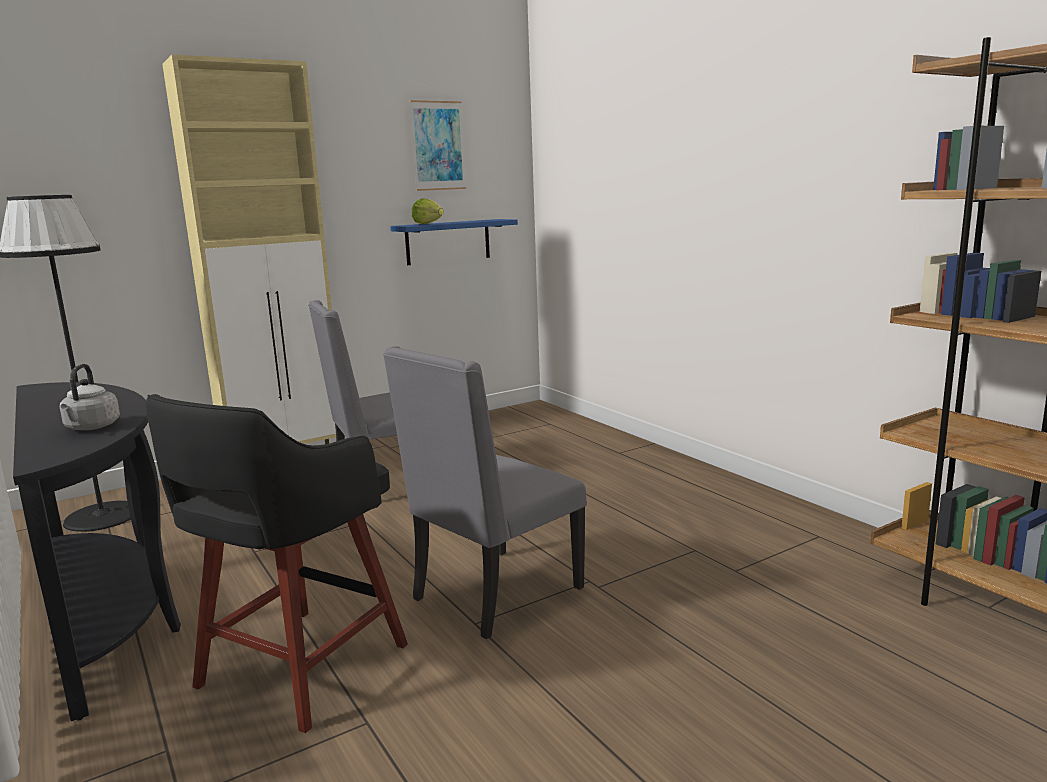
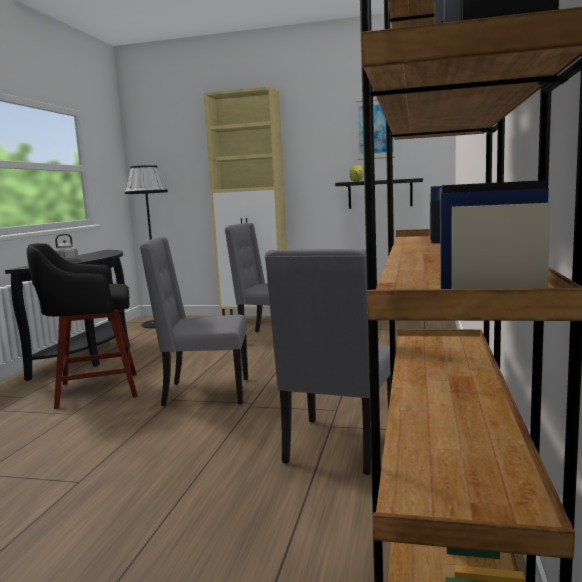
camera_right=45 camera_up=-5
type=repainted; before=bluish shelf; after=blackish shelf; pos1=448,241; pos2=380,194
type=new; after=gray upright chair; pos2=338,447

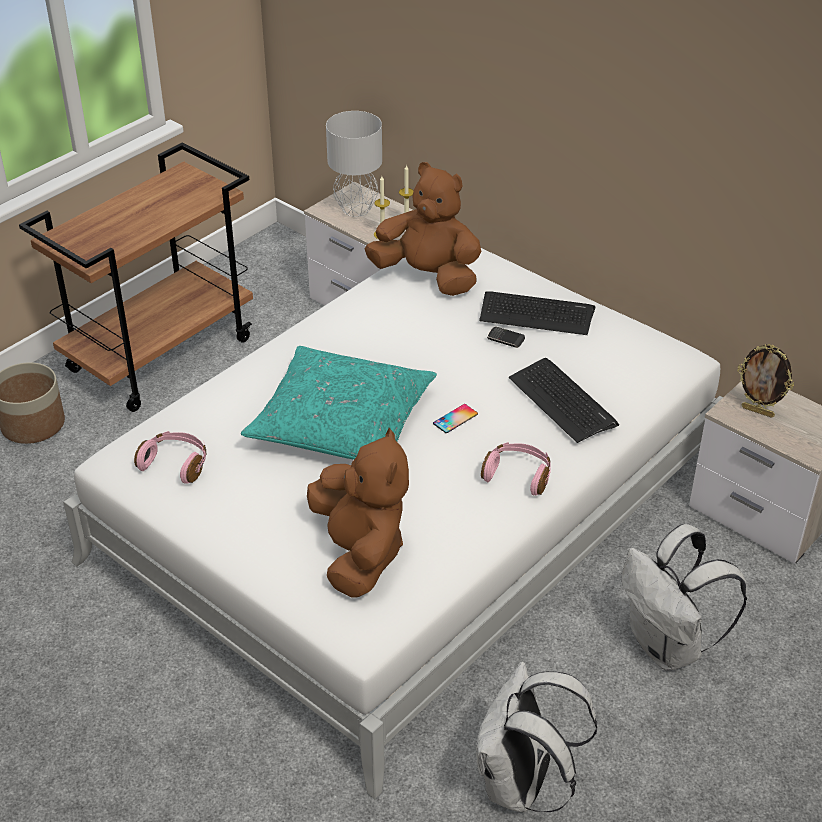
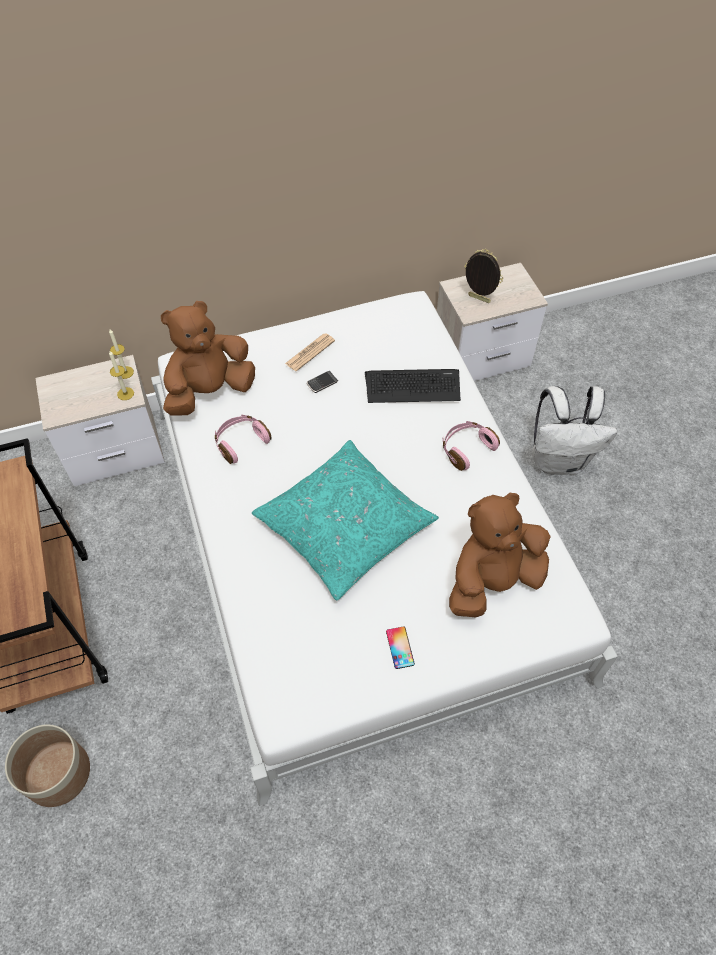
camera_right=-60 camera_up=15
type=gone; before=gray table lamp; pos1=355,209
type=swapped; before=PC keyboard; after=daily paper; pos1=536,314; pos2=310,352
type=rotated; before=picture frame; pos1=758,411; pos2=478,299; turn=-120
type=shifted; before=phone; pos1=455,419; pos2=400,647
type=rotated; before=brown soft toy; pos1=360,553; pos2=492,581; turn=-45
type=shifted; before=pinkish headset; pos1=176,464; pos2=241,442
type=gone; before=white-coloured knapsack; pos1=521,786

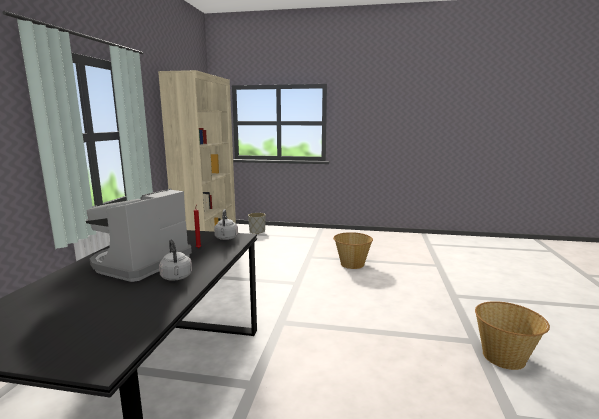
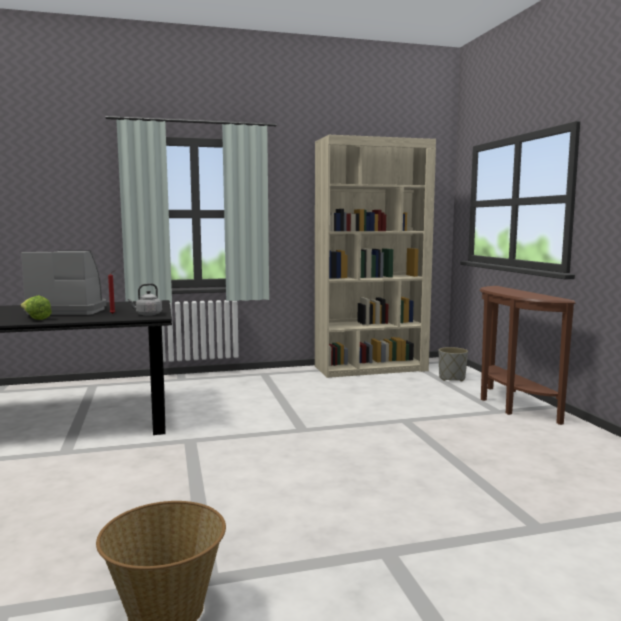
camera_right=65 camera_up=-5
type=gone; before=basket; pos1=352,264
type=swapped; before=gray kettle; after=lettuce; pos1=176,277; pos2=35,319
type=new; after=brown hall table; pos2=510,405

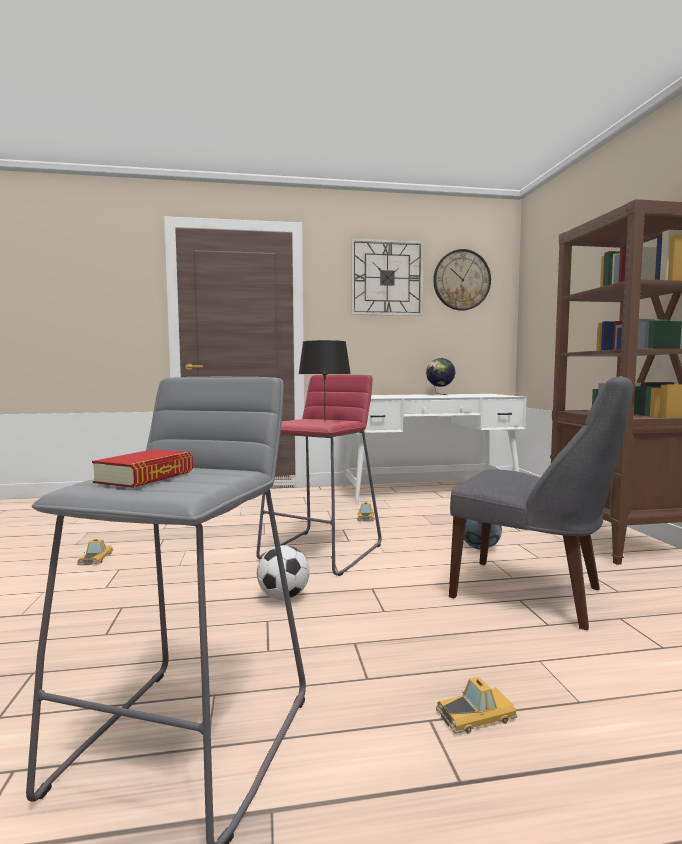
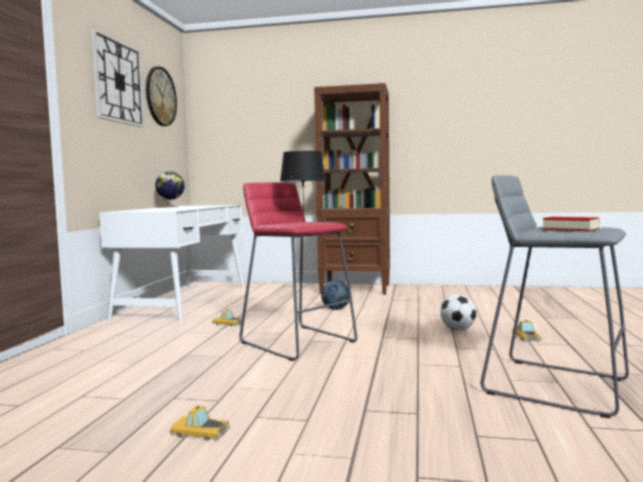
camera_right=-70 camera_up=0
type=gone; before=gray upright chair; pos1=534,594
type=shifted; before=ball for football; pos1=284,597; pos2=458,329

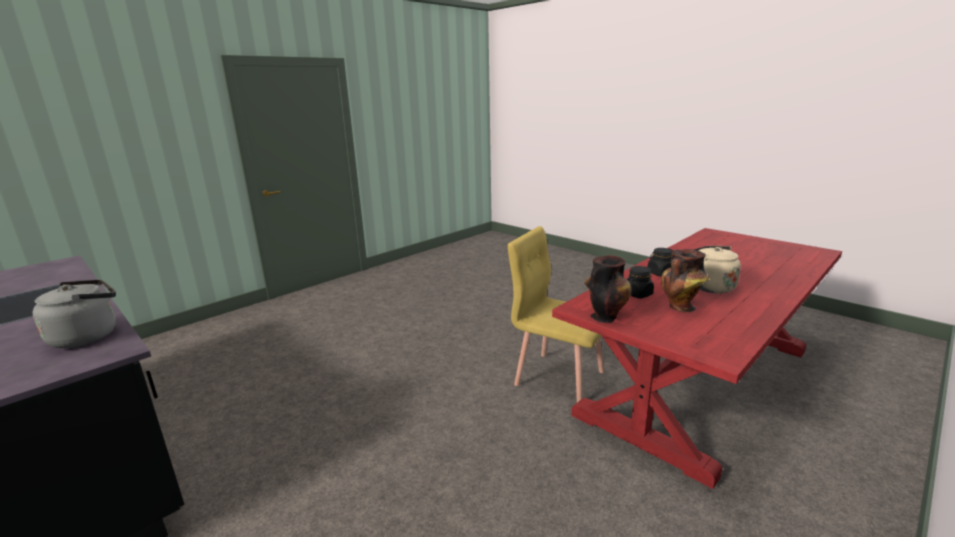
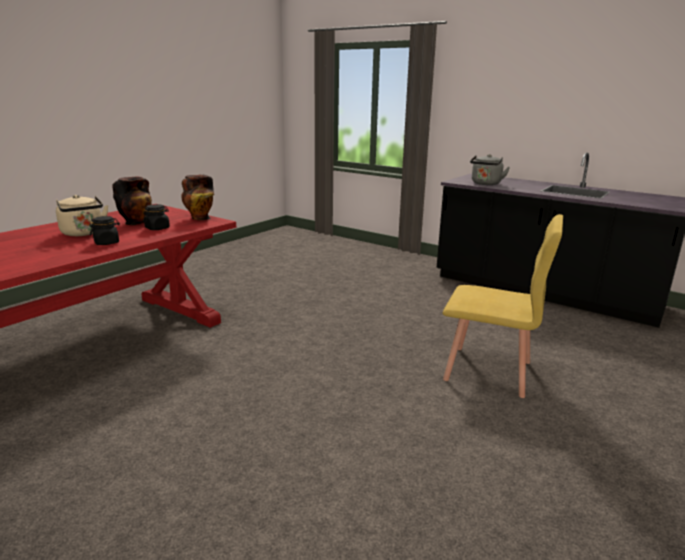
camera_right=170 camera_up=0
type=shifted; before=yellow-coloured upright chair; pos1=559,377; pos2=489,371

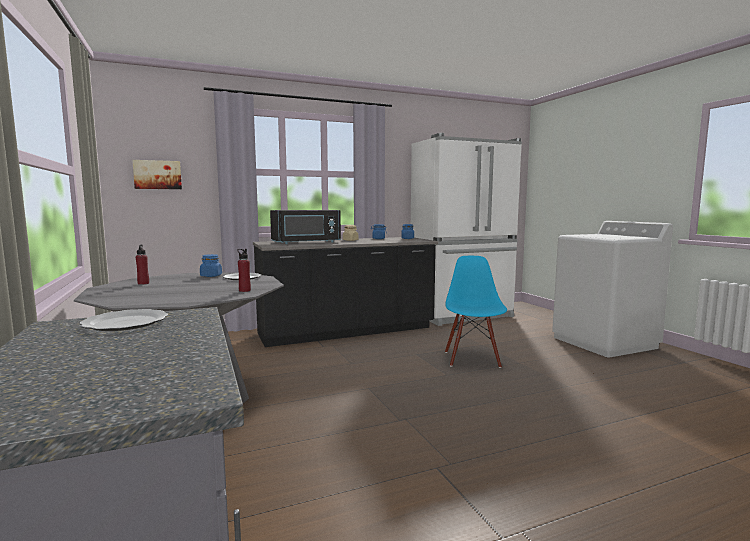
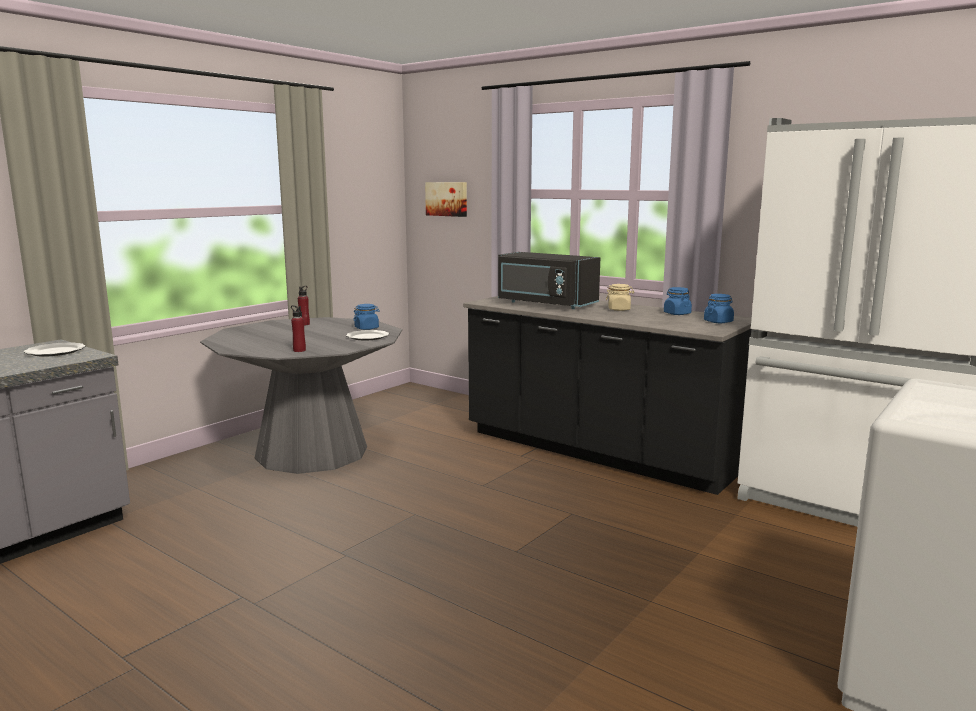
camera_right=60 camera_up=5
type=gone; before=bluish upright chair; pos1=472,359

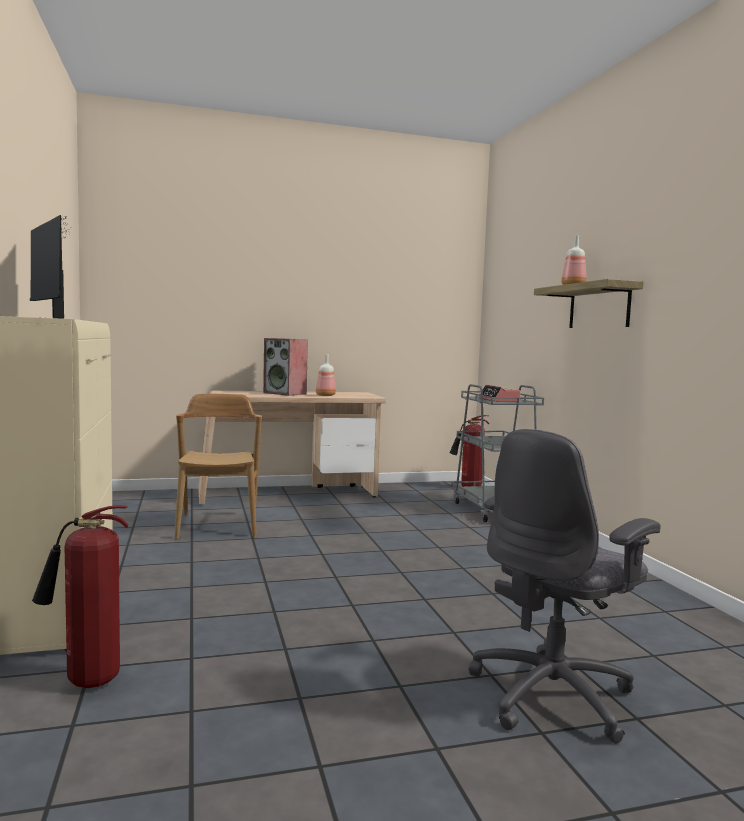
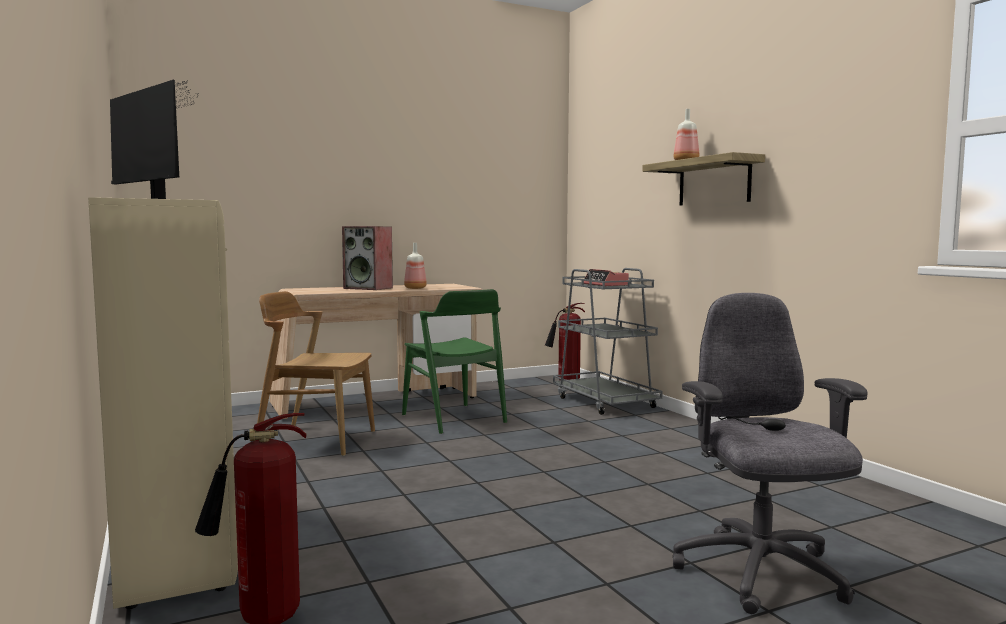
camera_right=-10 camera_up=0
type=rotated; before=brown upright chair; pos1=218,525; pos2=316,440; turn=-60
type=rotated; before=gray office chair; pos1=553,695; pos2=760,574; turn=135
type=new; after=green upright chair; pos2=453,419

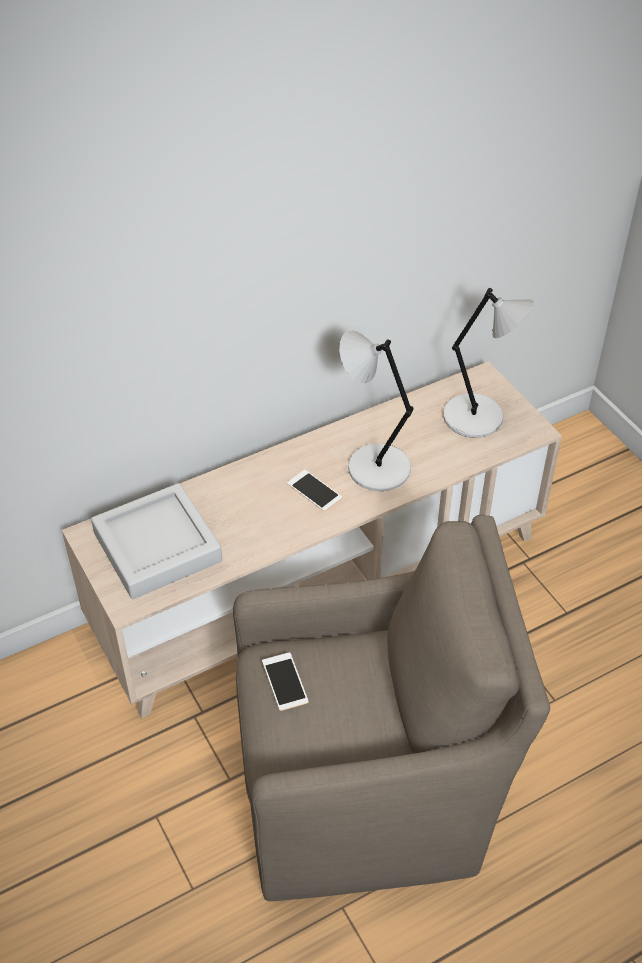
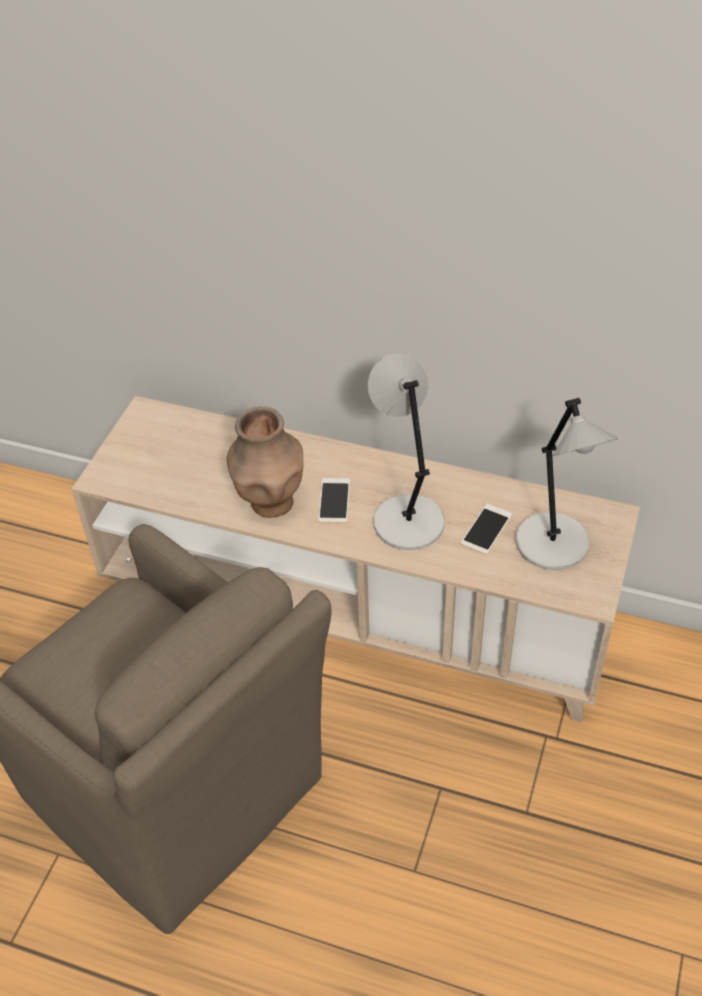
camera_right=50 camera_up=0
type=gone; before=gray carrying tray; pos1=157,547
type=shifted; before=phone; pos1=285,681; pos2=486,529
type=new; after=brown vase; pos2=270,503

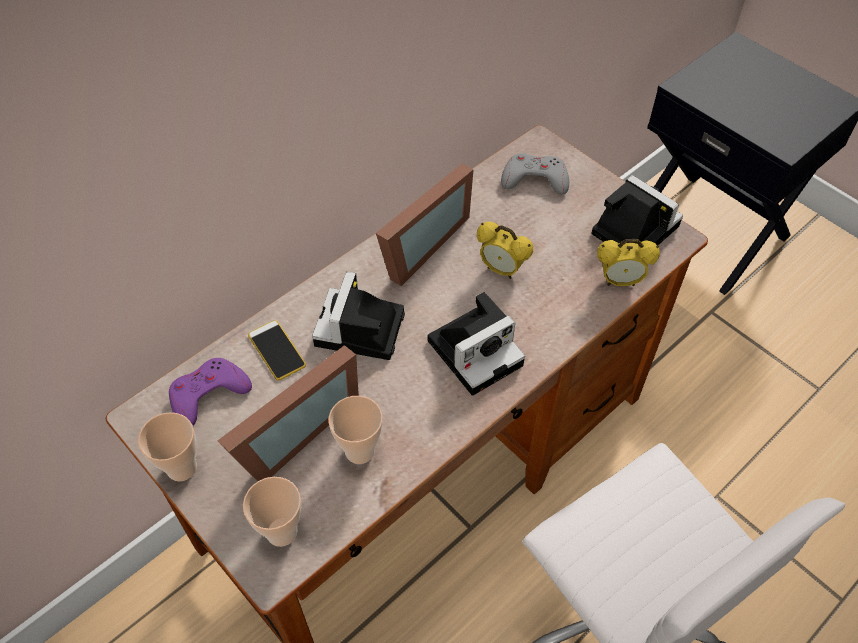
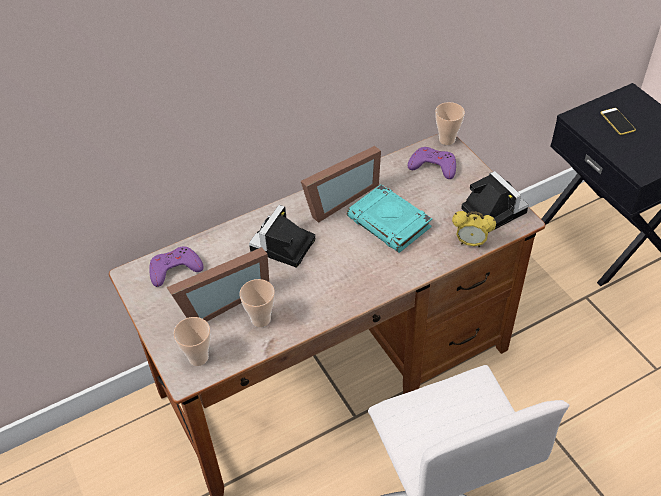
camera_right=15 camera_up=-5
type=repainted; before=gray gamepad; after=purplish gamepad; pos1=534,179; pos2=433,166
type=swapped; before=bedside clock; after=turquoise volume; pos1=501,270; pos2=390,223
type=gone; before=photo camera; pos1=477,350
type=shifted; before=phone; pos1=276,350; pos2=617,122
type=shifted; before=cup; pos1=182,468; pos2=447,139

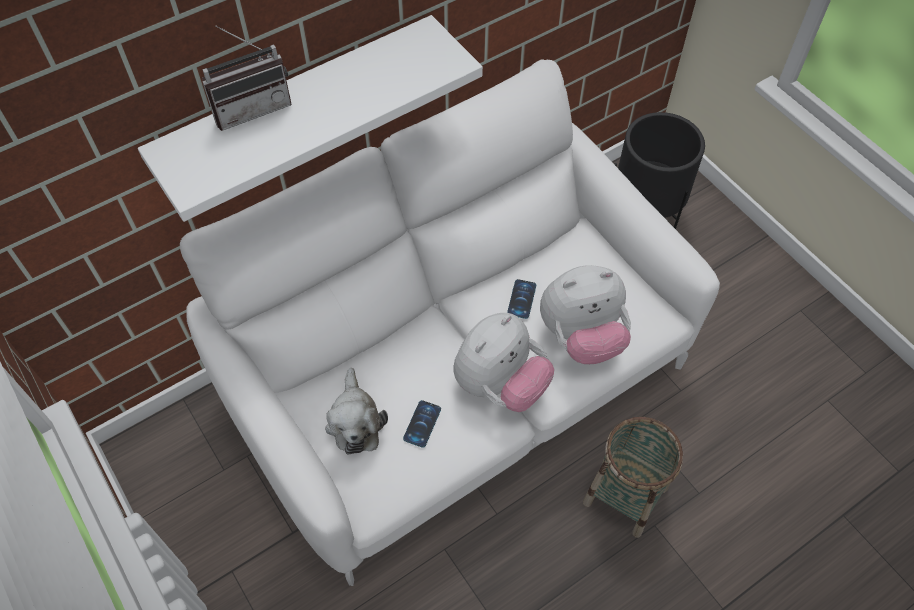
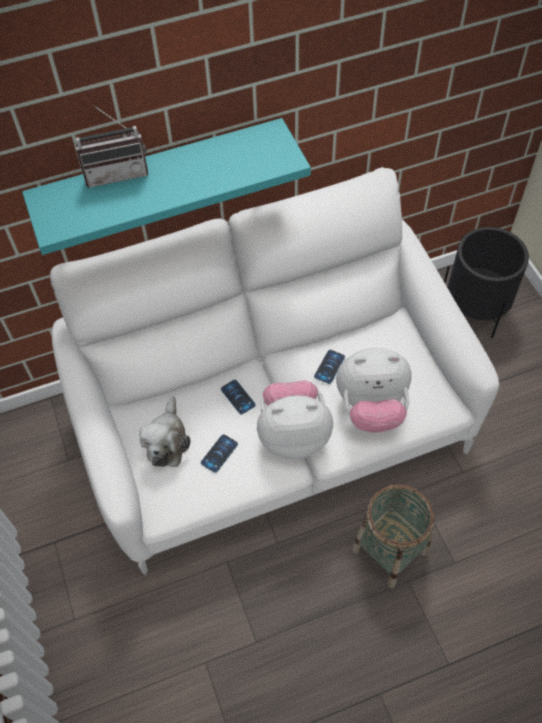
camera_right=15 camera_up=0
type=repainted; before=white-coloured shelf; after=turquoise shelf; pos1=298,107; pos2=160,178
type=rotated; before=soft toy; pos1=500,384; pos2=293,434; turn=-150
type=new; after=phone; pos2=238,397

